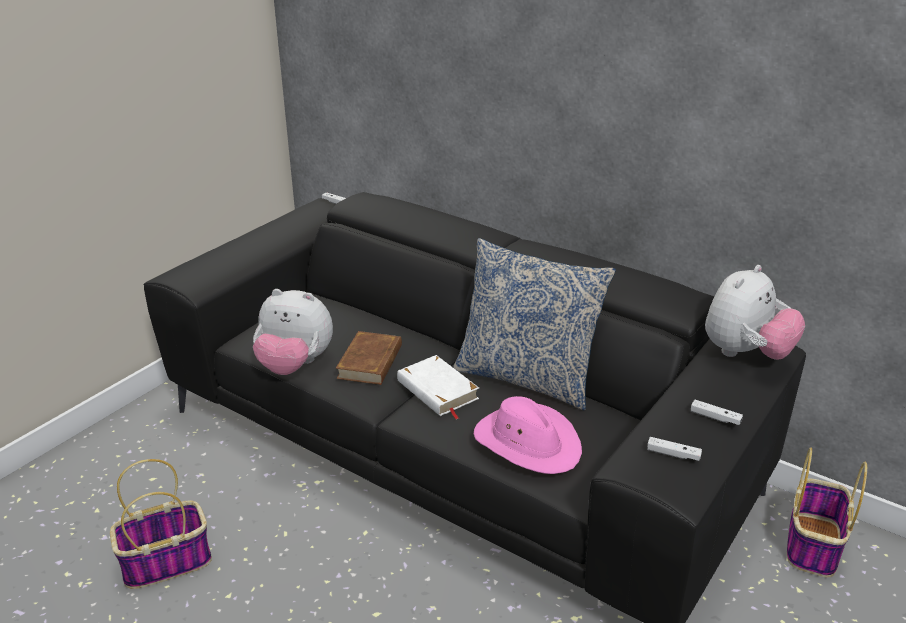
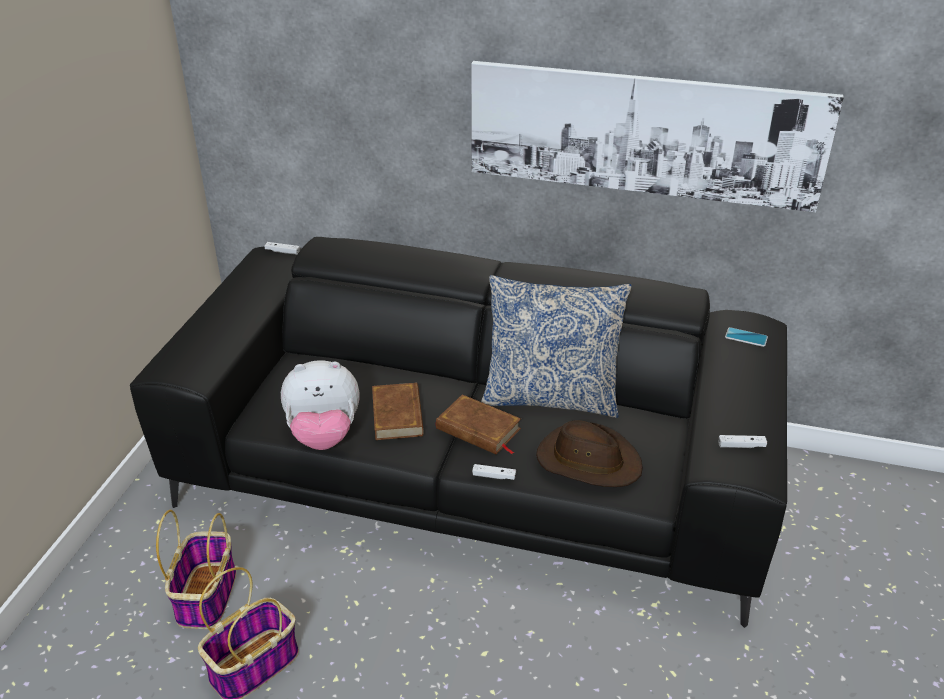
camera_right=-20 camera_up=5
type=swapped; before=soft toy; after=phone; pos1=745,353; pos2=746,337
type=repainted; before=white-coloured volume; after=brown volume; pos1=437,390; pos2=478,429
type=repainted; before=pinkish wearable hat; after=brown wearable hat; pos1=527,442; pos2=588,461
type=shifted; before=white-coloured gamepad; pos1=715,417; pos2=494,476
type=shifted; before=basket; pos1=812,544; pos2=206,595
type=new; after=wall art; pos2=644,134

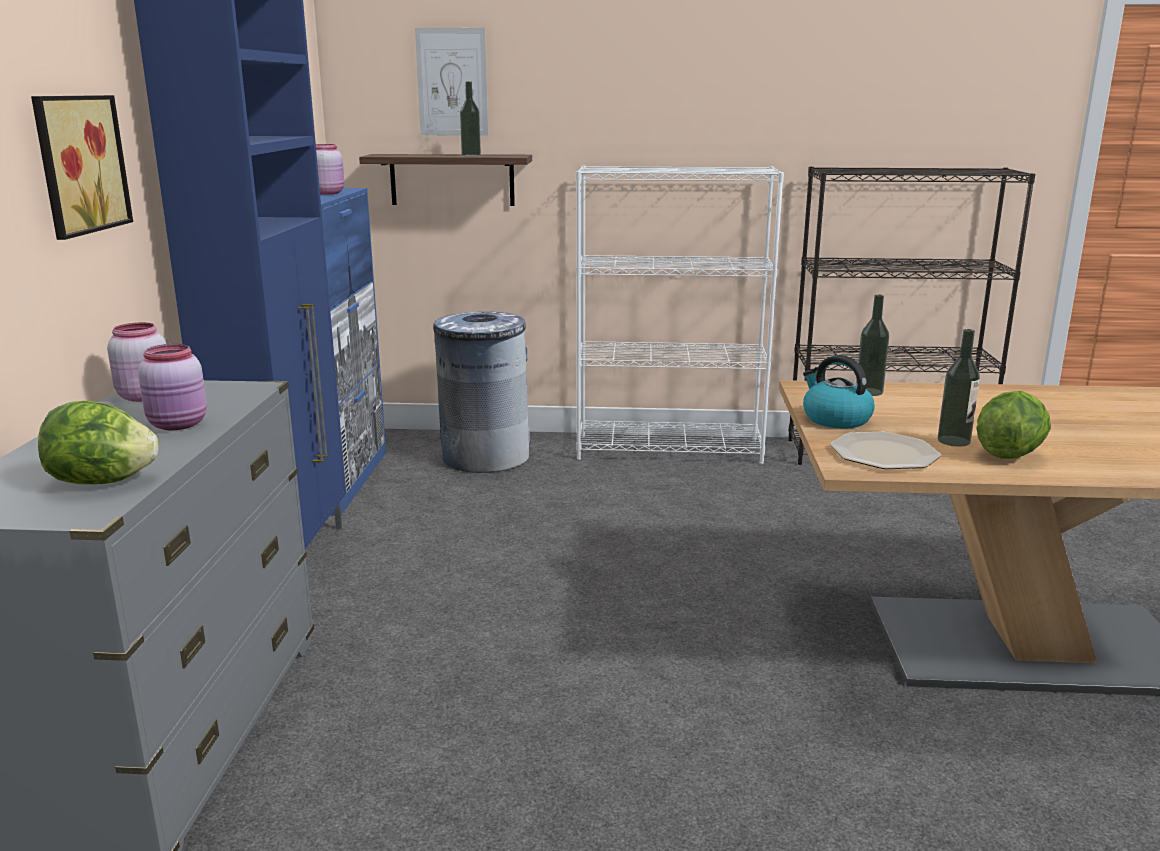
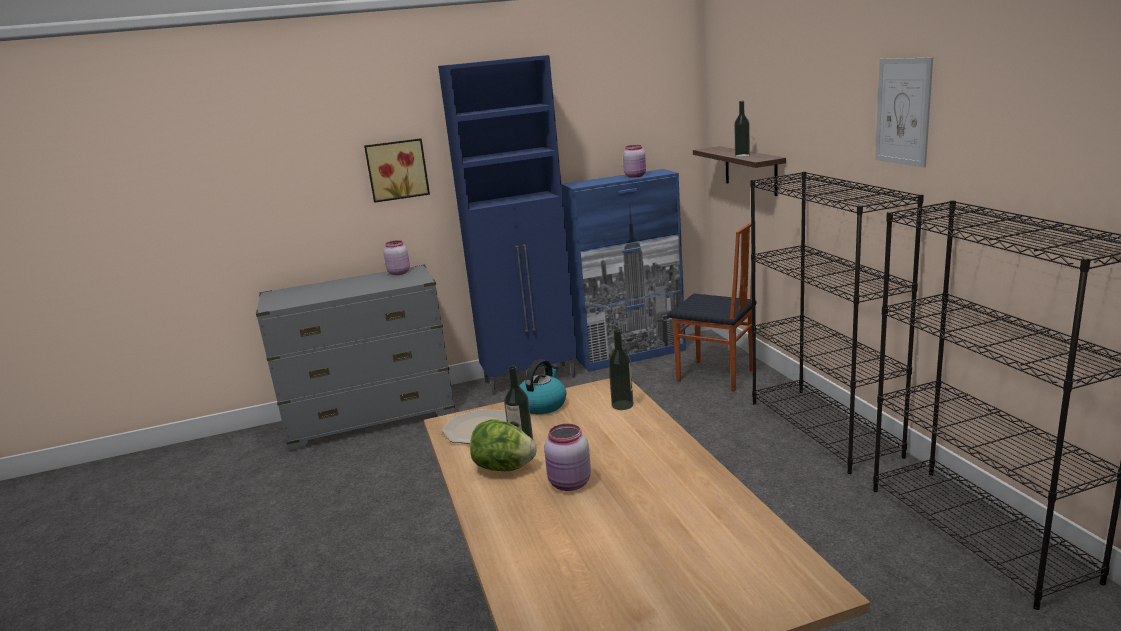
camera_right=70 camera_up=0
type=shifted; before=wall art; pos1=452,82; pos2=903,111
type=repainted; before=white-coloured bookcase; after=blackish bookcase; pos1=670,449; pos2=824,428
type=swapped; before=gray waste bin; after=upright chair; pos1=485,457; pos2=715,376
type=shifted; before=pinkish preserve jar; pos1=179,424; pos2=569,484
type=gone; before=lettuce; pos1=102,481

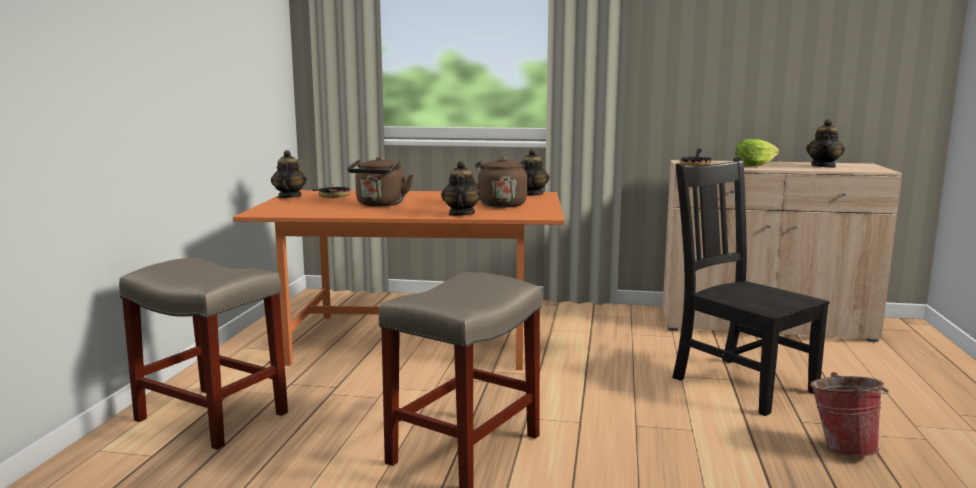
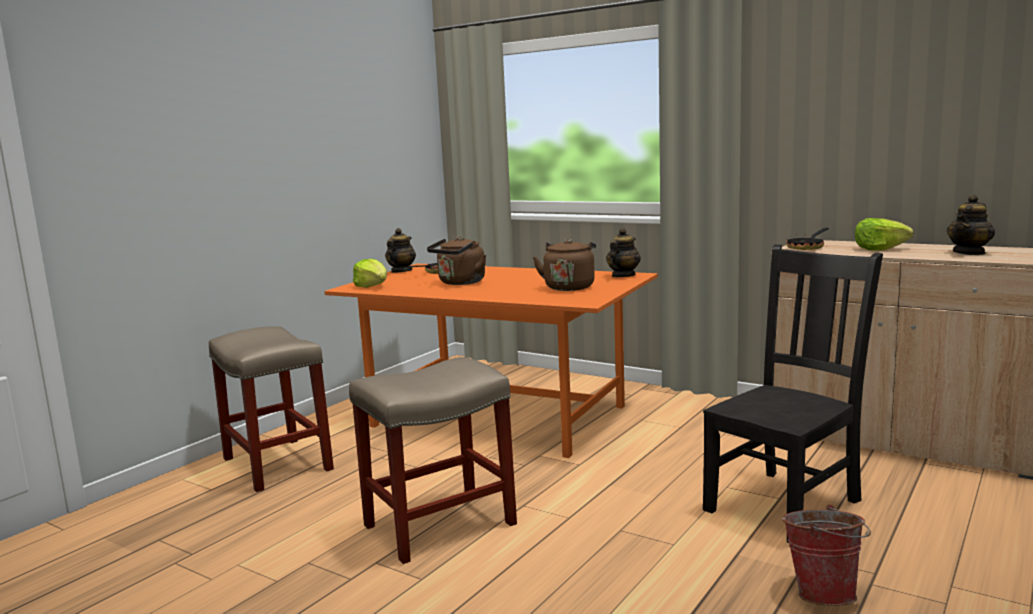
camera_right=25 camera_up=0
type=rotated; before=blackish upright chair; pos1=739,383; pos2=786,503; turn=60
type=gone; before=tea pot; pos1=461,214
type=new; after=lettuce; pos2=372,286

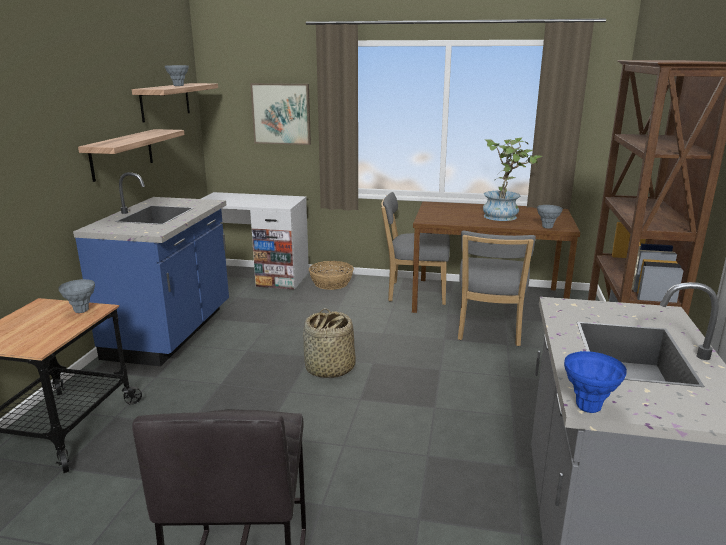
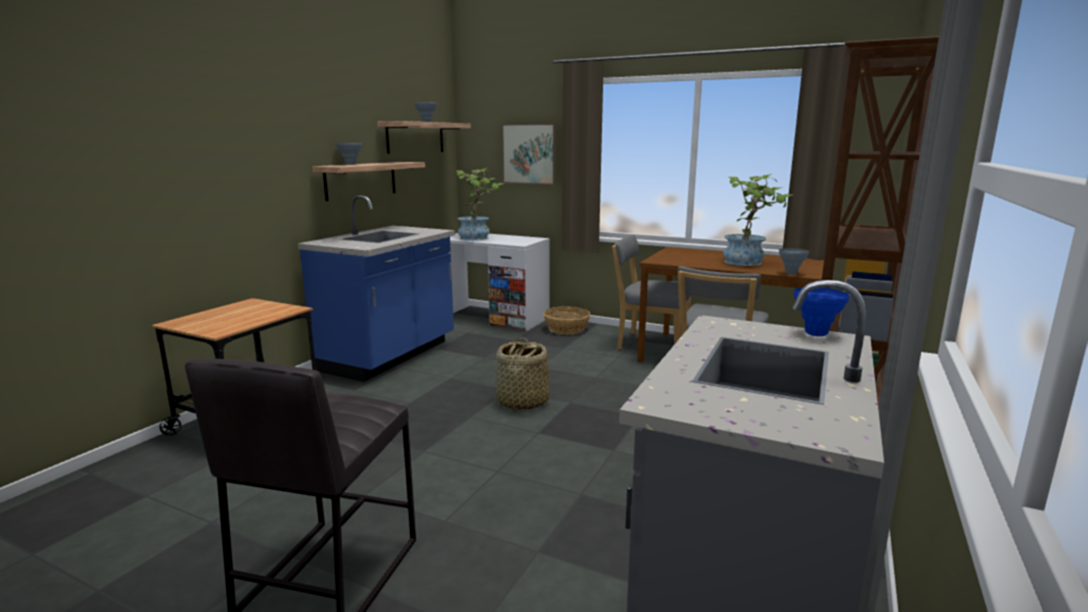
camera_right=15 camera_up=-5
type=shifted; before=gray vase; pos1=81,311; pos2=350,164
type=shifted; before=bluish vase; pos1=588,407; pos2=815,333
type=new; after=potted plant; pos2=478,237

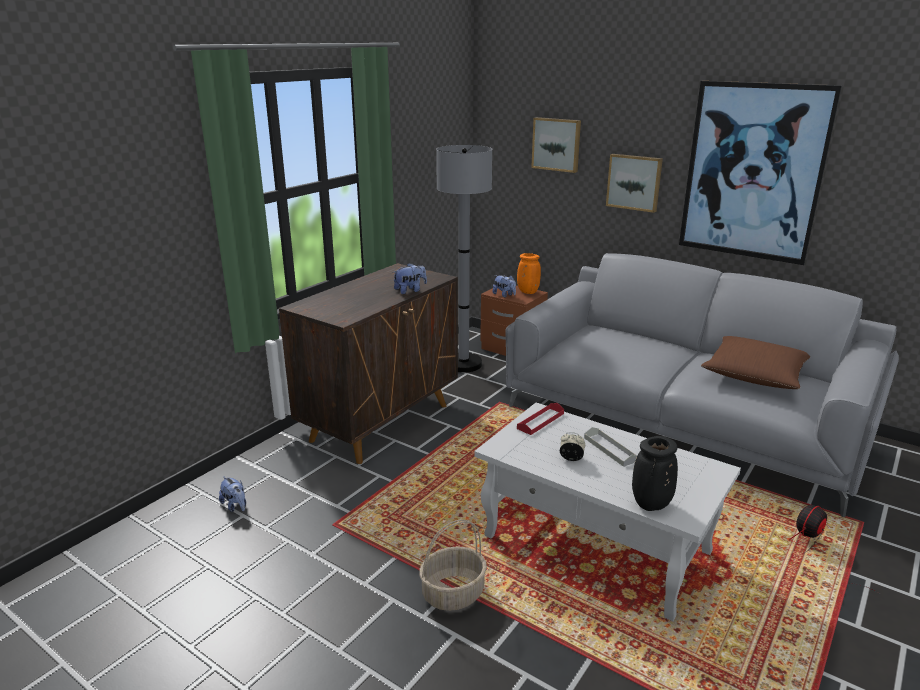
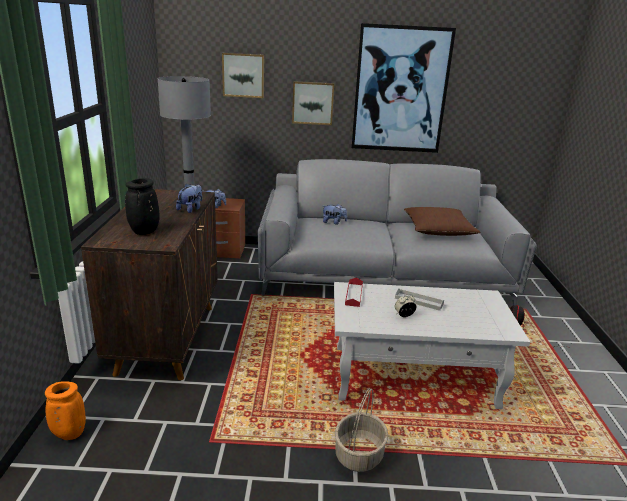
camera_right=-35 camera_up=0
type=shifted; before=orange-coloured vase; pos1=527,292; pos2=68,434
type=shifted; before=blackish vase; pos1=651,505; pos2=144,232
type=shifted; before=soft toy; pos1=235,506; pos2=333,222

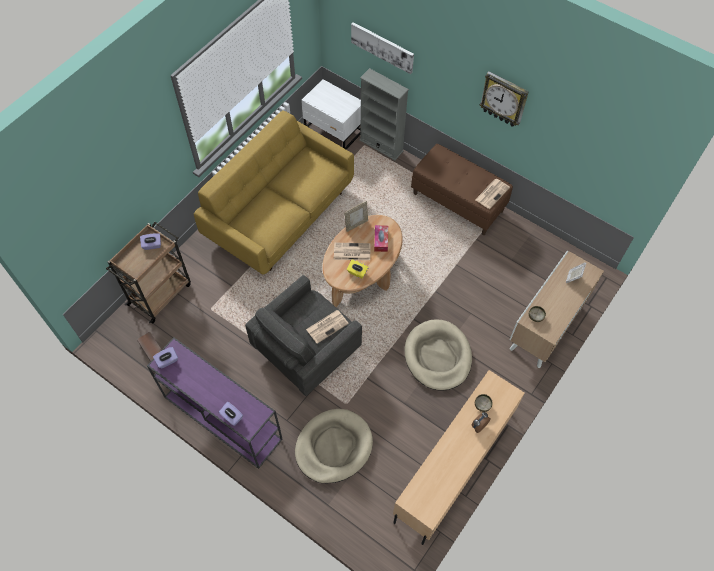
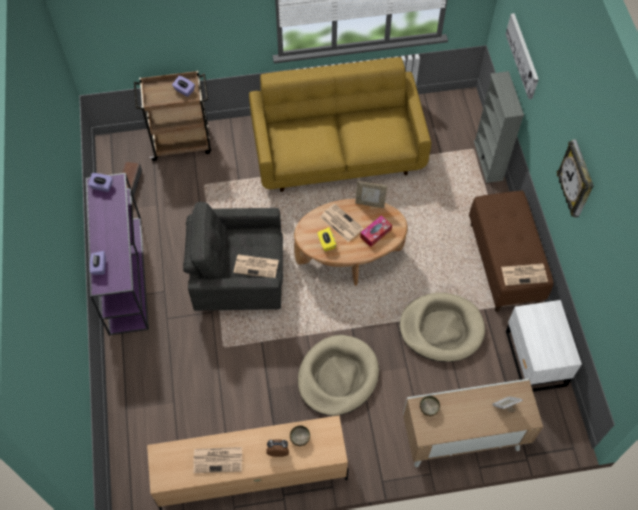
camera_right=45 camera_up=0
type=shifted; before=white-coloured nightstand; pos1=334,130; pos2=534,359
type=shifted; before=beige pet bed; pos1=333,447; pos2=441,328
type=new; after=daily paper; pos2=218,459

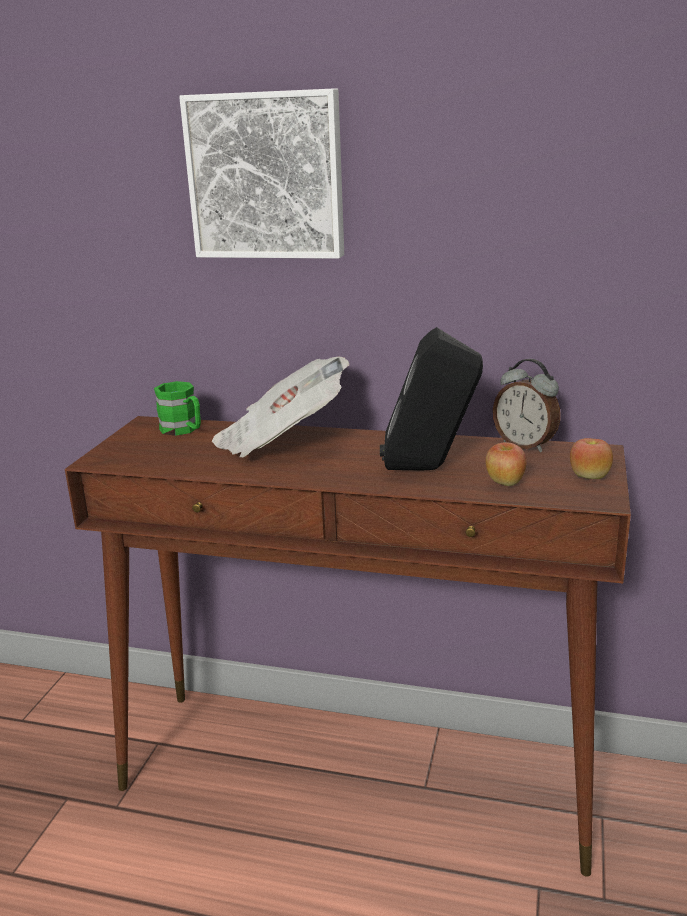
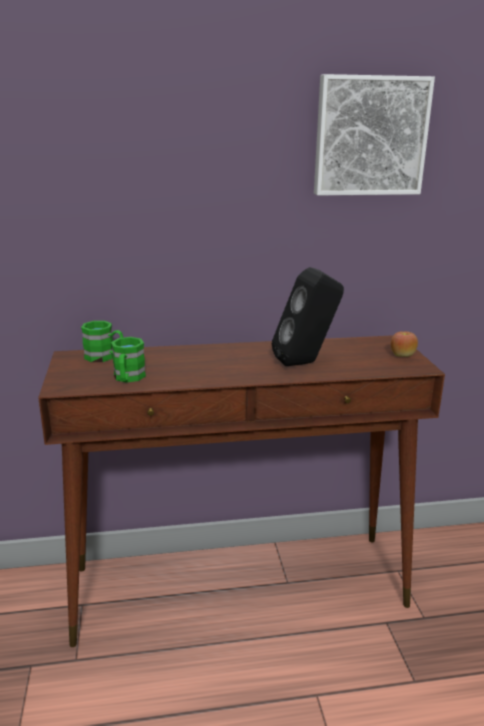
camera_right=-25 camera_up=0
type=shifted; before=wall art; pos1=267,176; pos2=369,136
type=gone; before=daily paper; pos1=281,441
type=gone; before=bedside clock; pos1=525,445
type=gone; before=apple; pos1=504,482
type=new; after=green tea mug; pos2=128,378

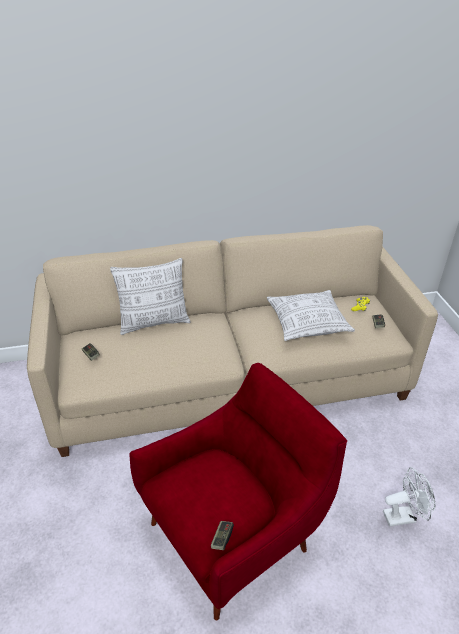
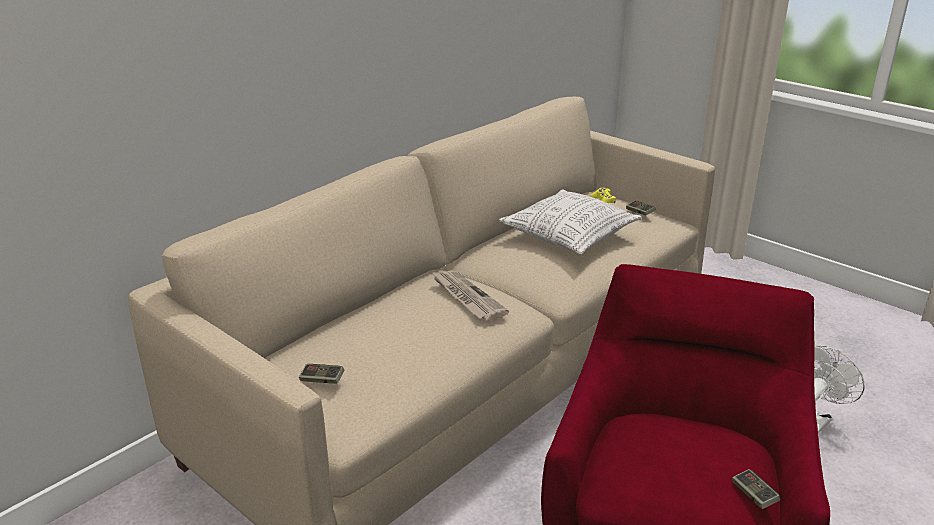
camera_right=-35 camera_up=-10
type=gone; before=pillow; pos1=154,322
type=new; after=daily paper; pos2=467,297

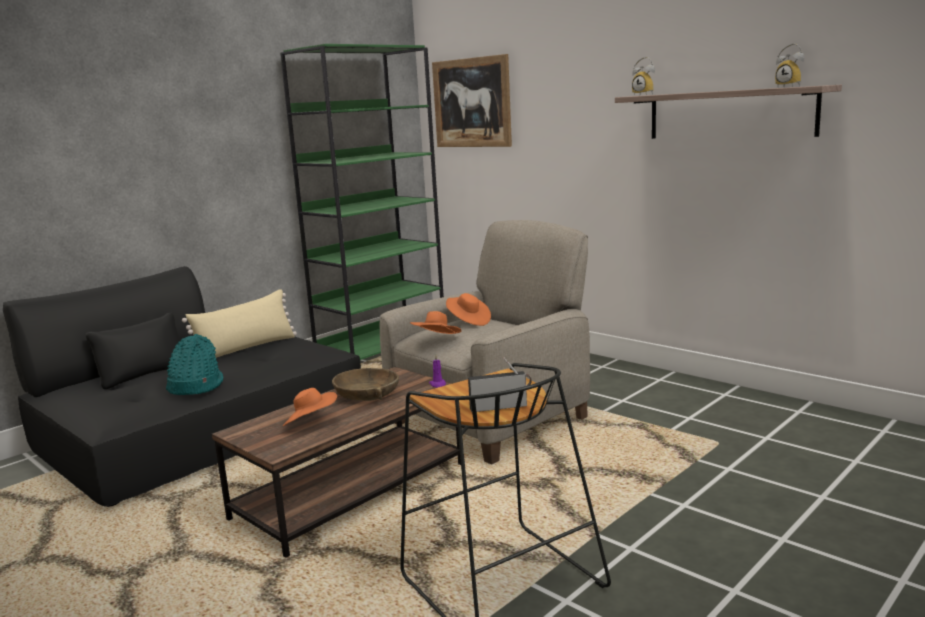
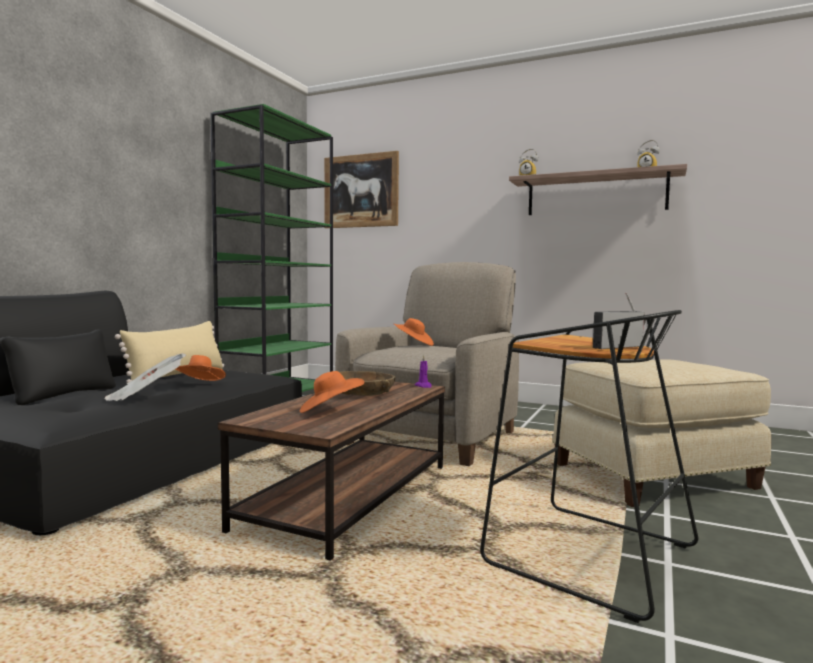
camera_right=-20 camera_up=-10
type=shifted; before=orange-coloured wearable hat; pos1=436,340; pos2=199,384
type=swapped; before=turquoise wearable hat; after=daily paper; pos1=195,386; pos2=146,397
type=new; after=beige ottoman; pos2=655,477

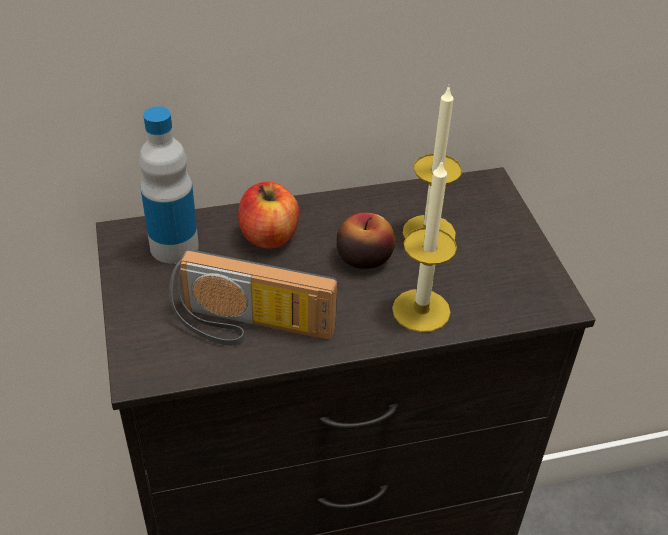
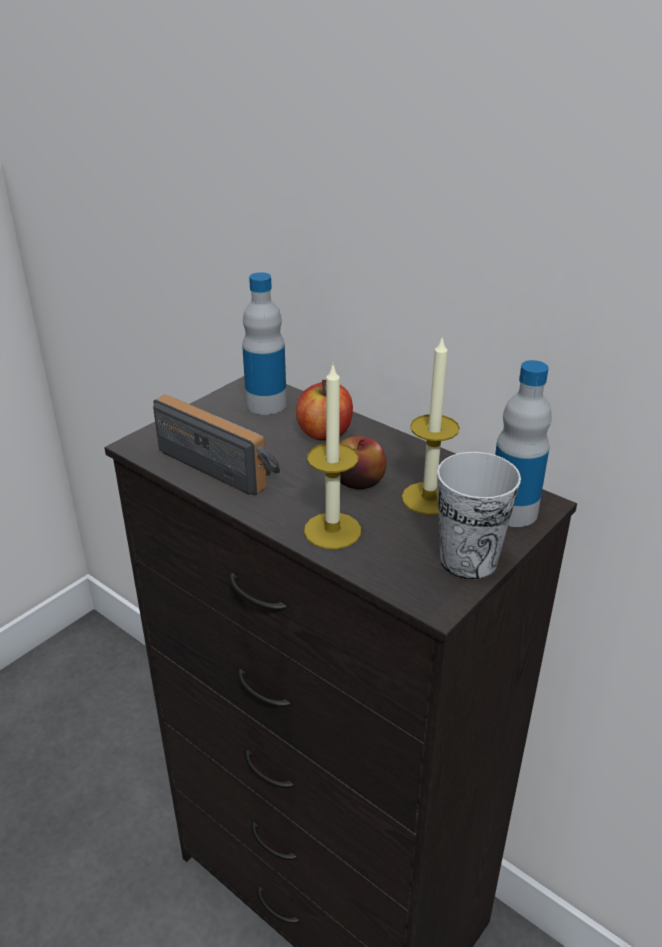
camera_right=55 camera_up=-10
type=rotated; before=radio; pos1=250,328; pos2=224,465; turn=150
type=new; after=drink bottle; pos2=512,512
type=new; after=cup; pos2=468,560

